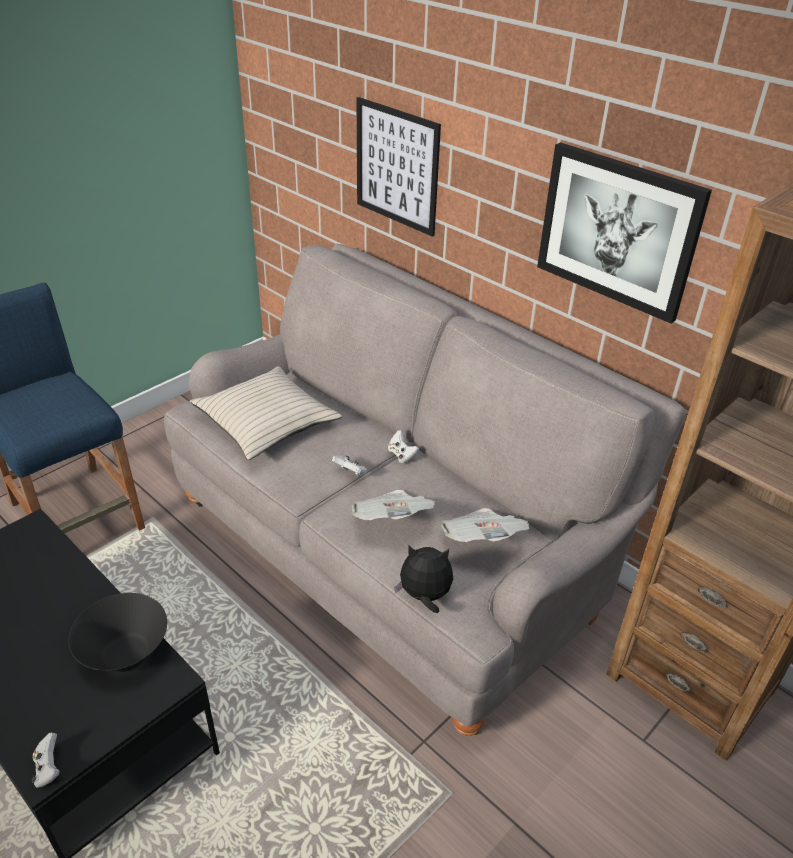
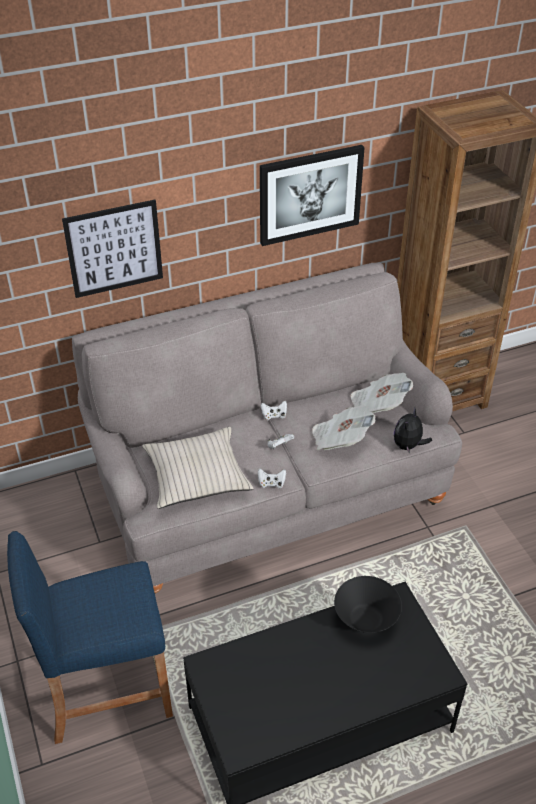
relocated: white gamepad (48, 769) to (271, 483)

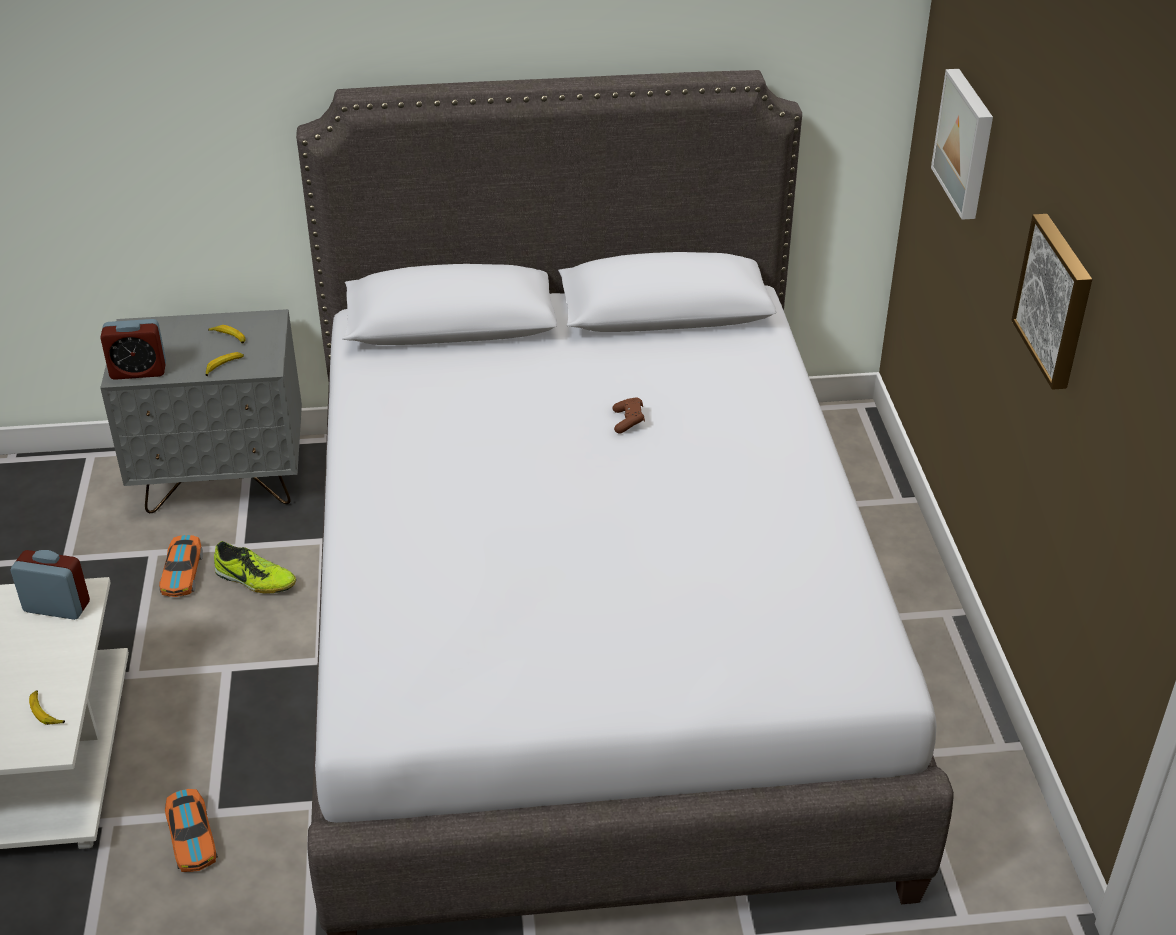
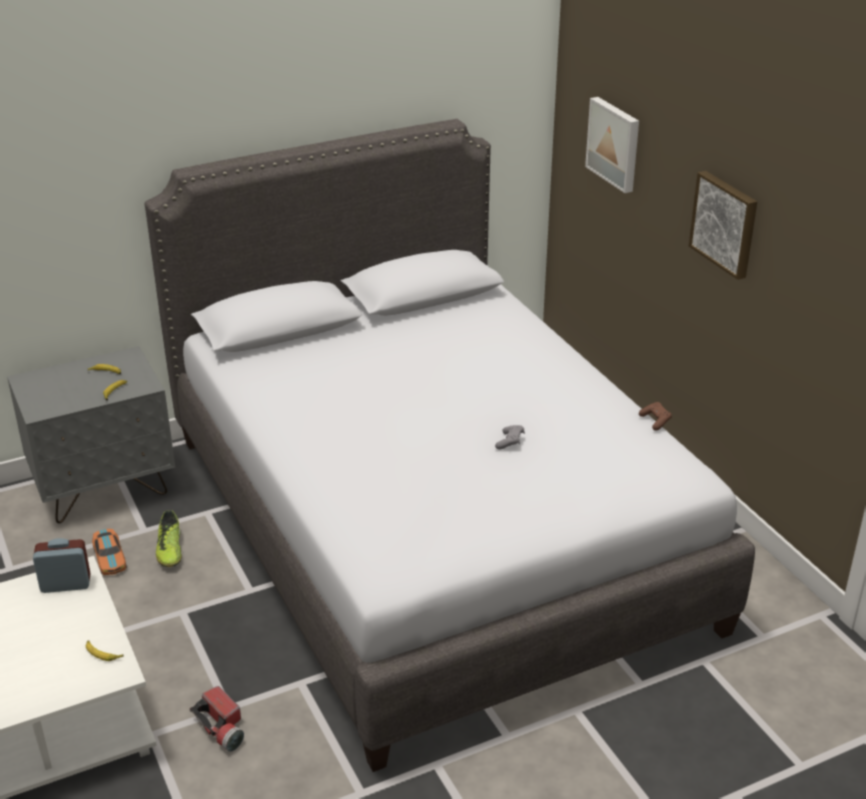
missing: table clock (138, 371)
appeared: greyish gamepad (510, 442)
relocated: brown gamepad (628, 421) to (655, 421)
exchanged: model car (192, 838) to hand torch (222, 727)
spun: shoe (255, 580) = (170, 550) 75 degrees clockwise

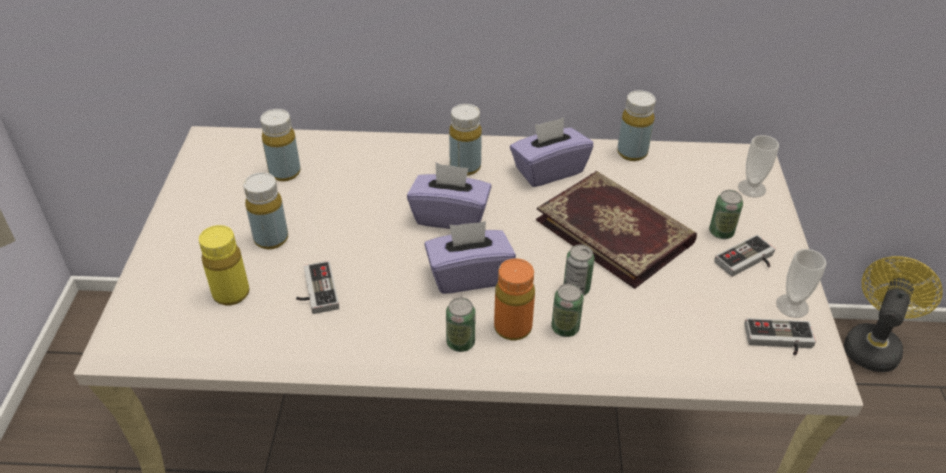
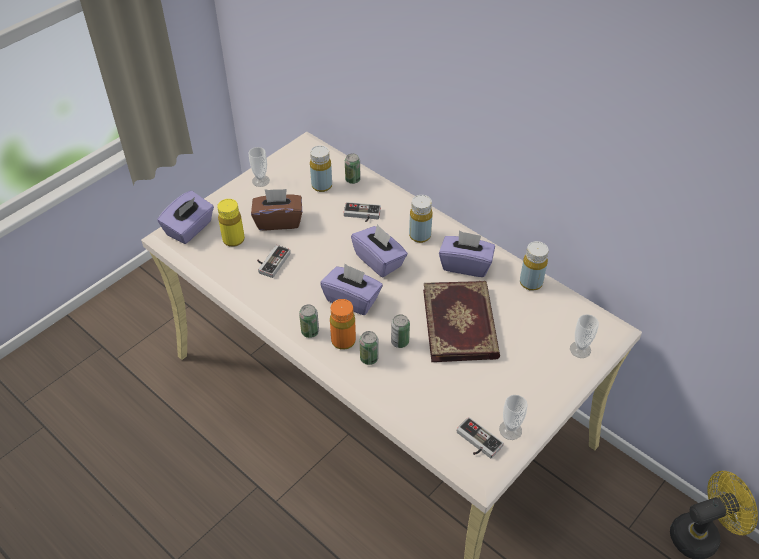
appeared: purplish box of tissues (190, 229); small cup (260, 181)
relocated: sealed can (721, 232) to (352, 179); gamepad (748, 262) to (361, 215)
exchanged: yellowish bottle (271, 239) to brown box of tissues (278, 221)

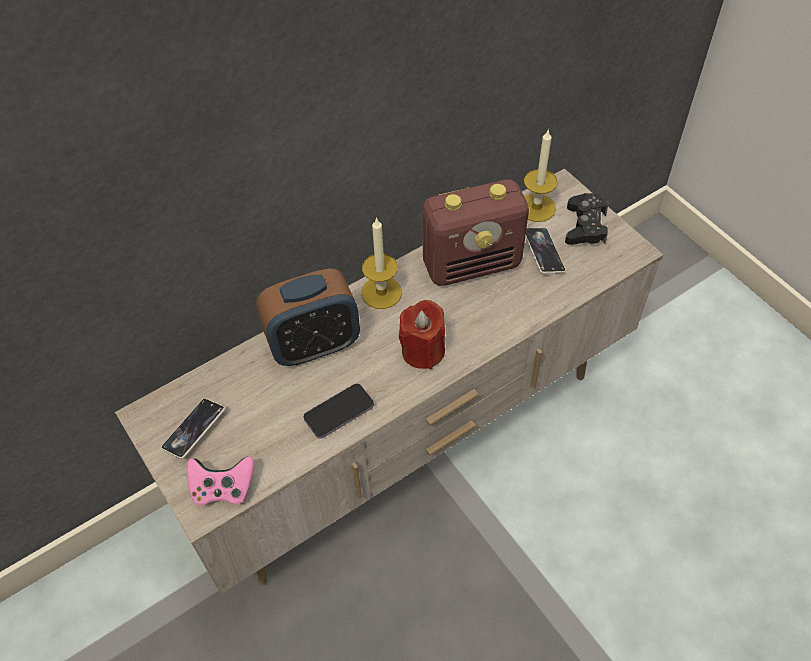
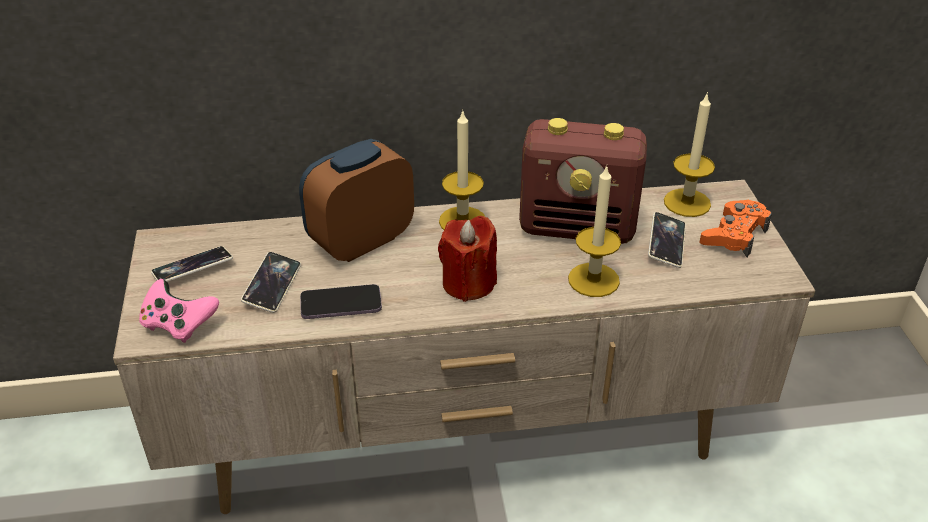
appeared: telephone (272, 286); candle (593, 280)
colour: black gamepad (585, 226) to orangey gamepad (734, 235)
spun: table clock (314, 345) = (361, 241) 135 degrees clockwise

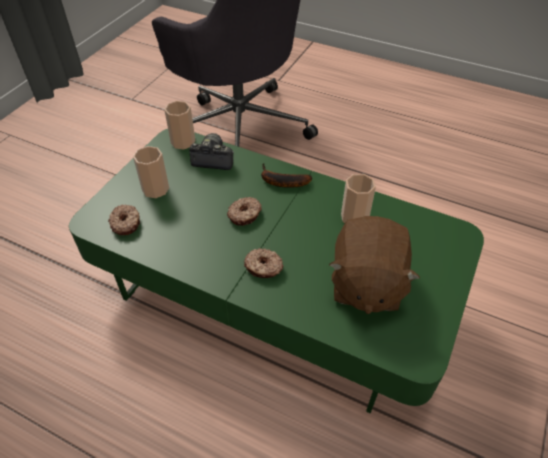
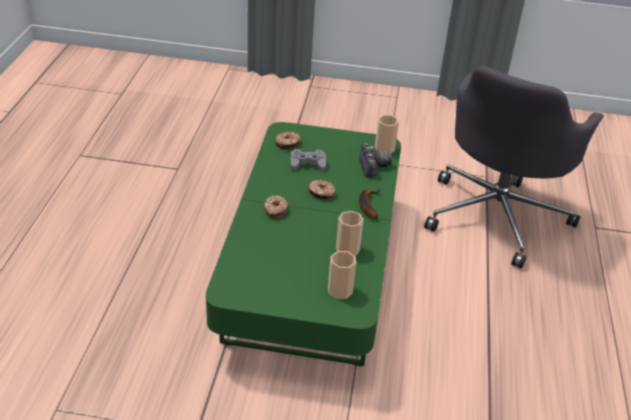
missing: brown cuddly toy (366, 283)
appeared: greyish gamepad (307, 164)
relocated: small cup (155, 189) to (340, 290)

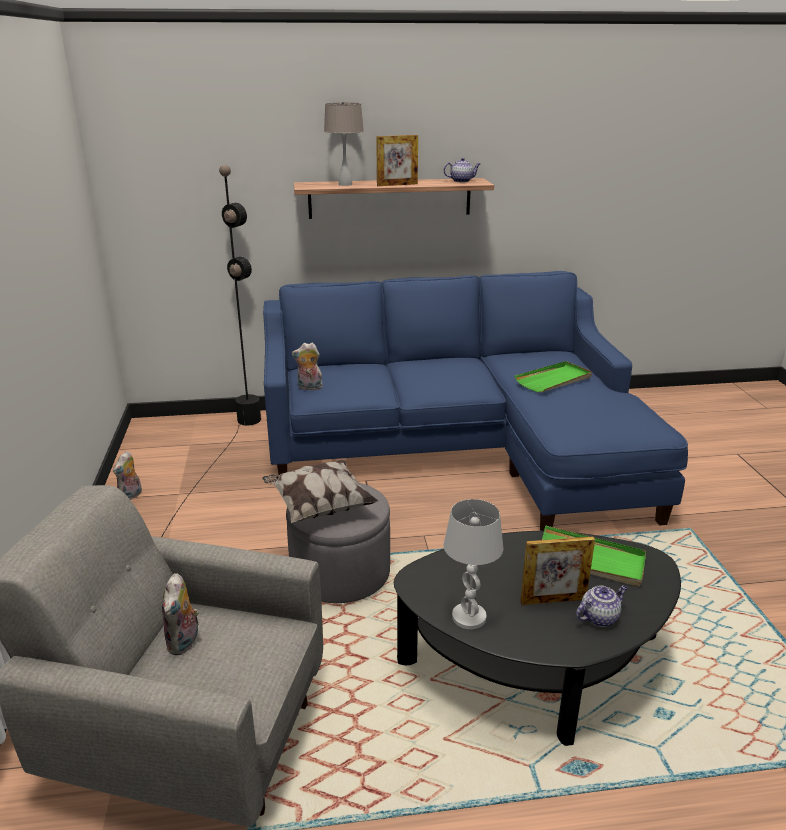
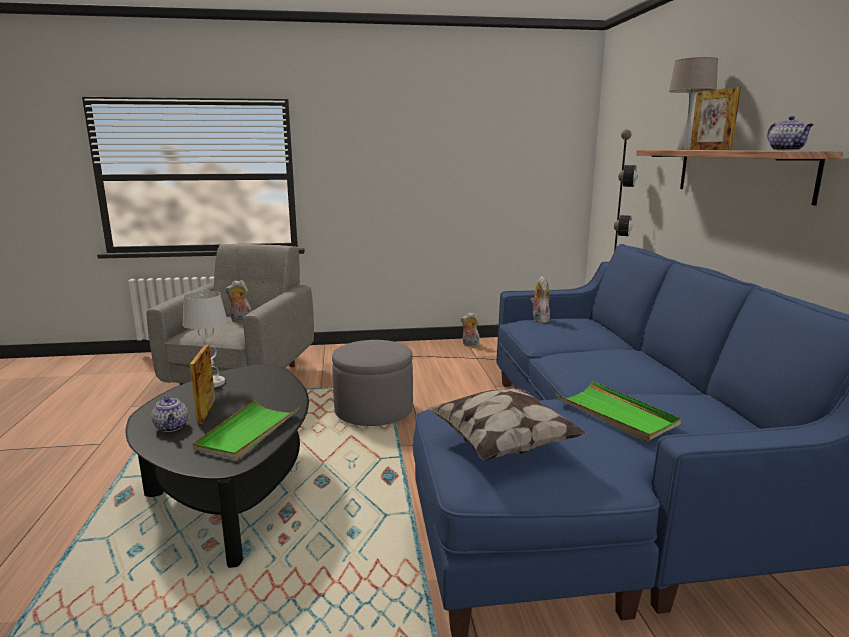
relocated: pillow (319, 507) to (503, 444)

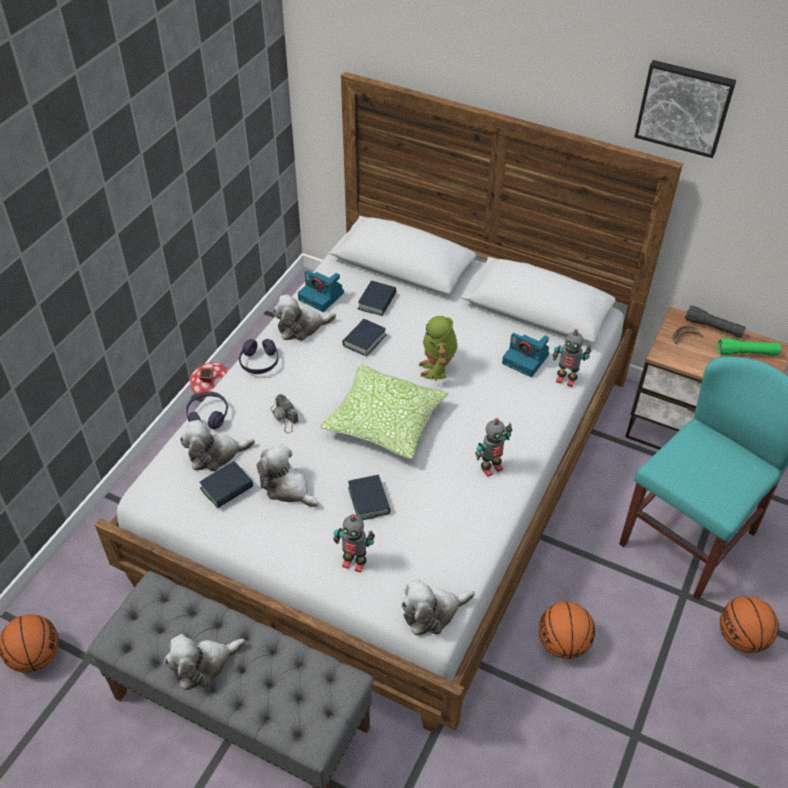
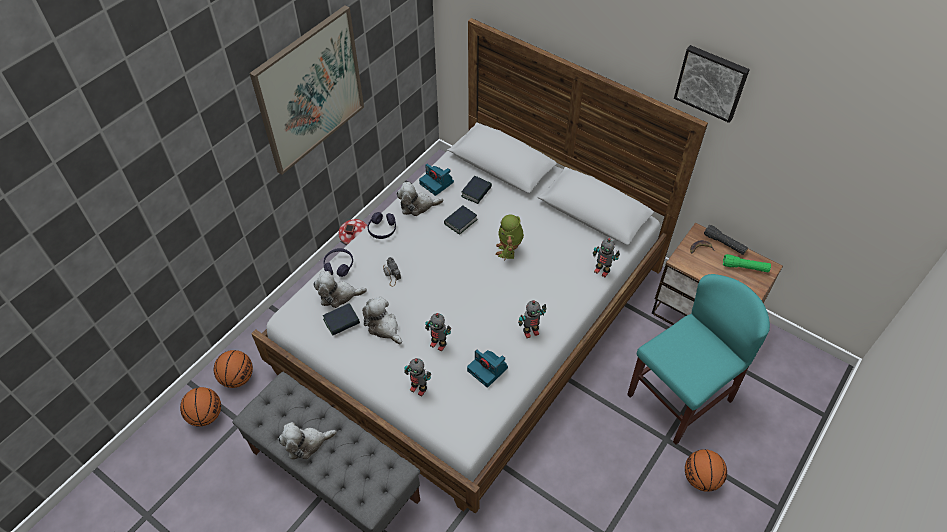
missing: pillow (384, 421); cuddly toy (433, 613)
appeared: picture (310, 90)
relocated: still camera (526, 359) to (488, 369); ball for basketball (563, 643) to (237, 378)
exchanged: book (369, 500) to robot figure (438, 344)

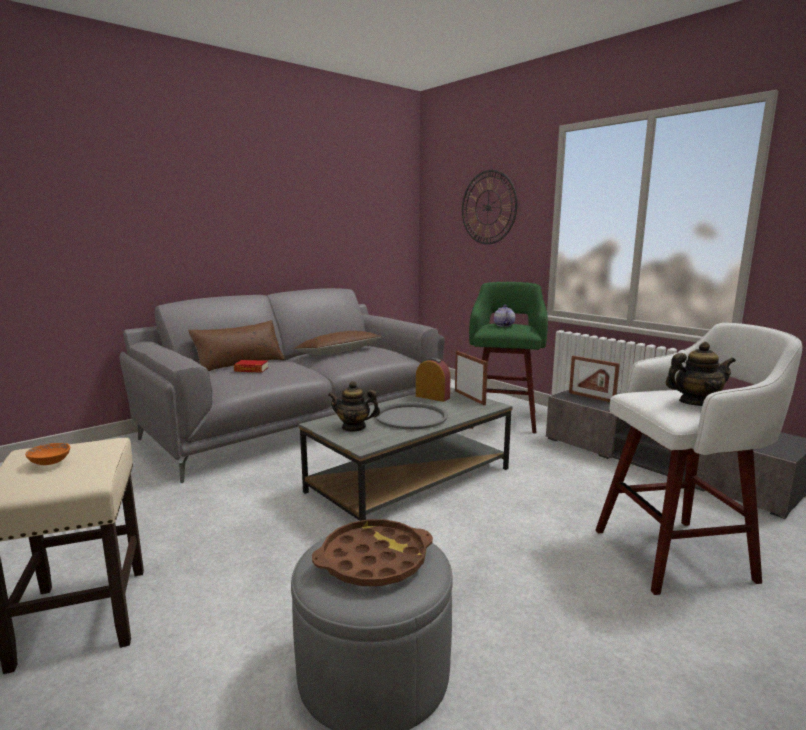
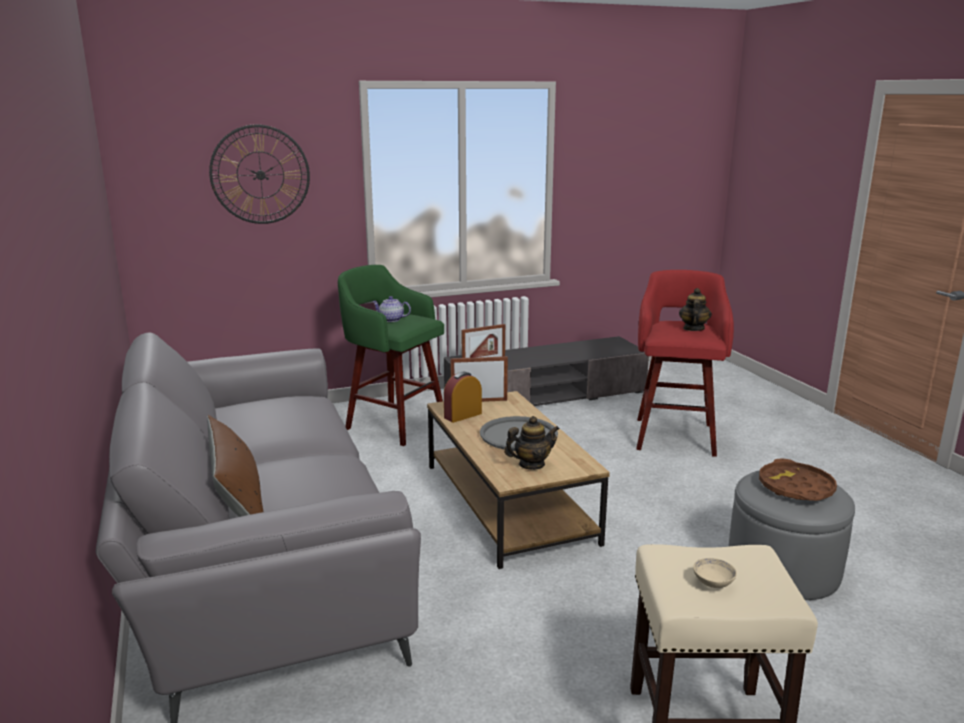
missing: book (251, 370); brown pillow (339, 352)
colour: orangey serving bowl (50, 462) to beige-coloured serving bowl (713, 582); greyish low table (409, 479) to brown low table (507, 503); white sitting stool (677, 554) to reddish sitting stool (675, 435)
spun: teapot (354, 427) = (531, 464) 135 degrees counterclockwise

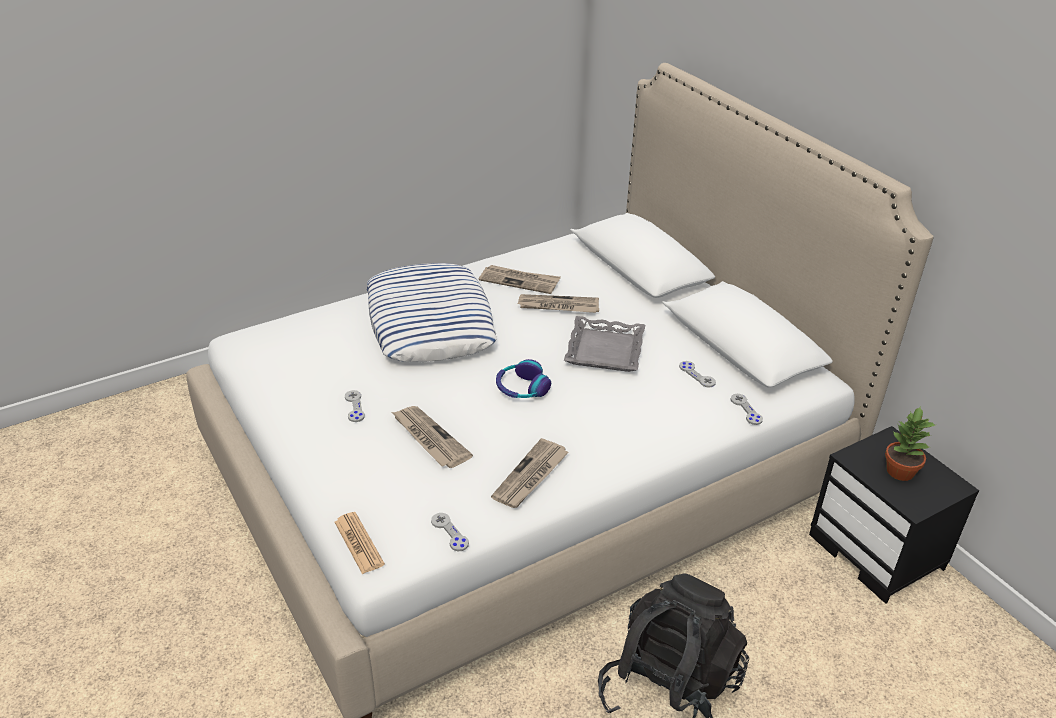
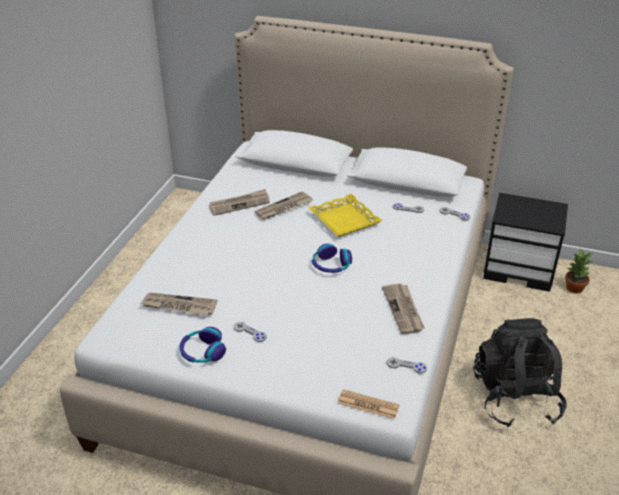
missing: pillow (430, 322)
appeared: headphones (202, 352)
relocated: printed paper (429, 438) to (178, 306); potted plant (899, 472) to (574, 288)
colour: greyish tray (604, 350) to yellowish tray (344, 220)

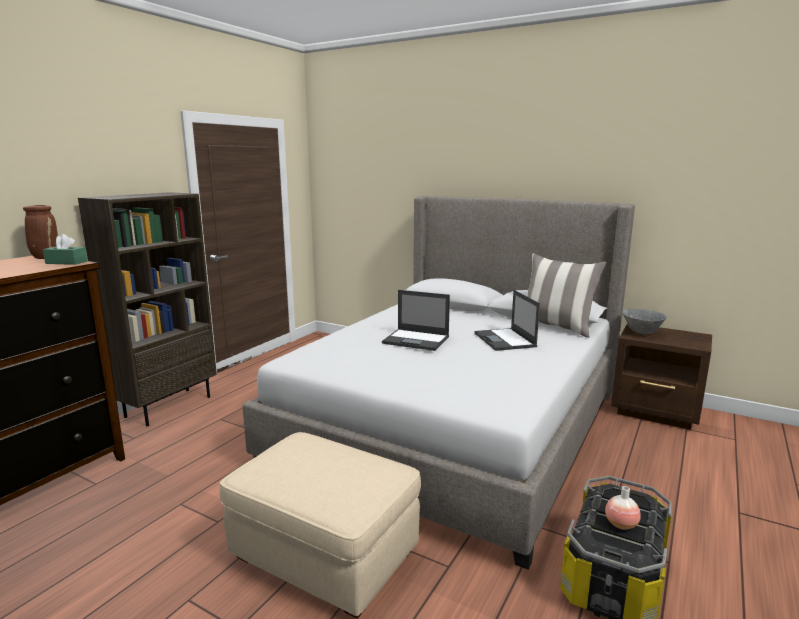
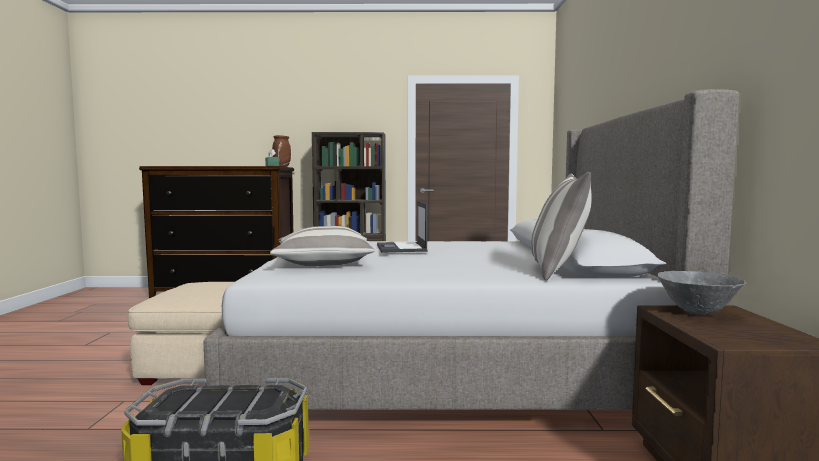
missing: notebook computer (505, 340); flower vase (621, 524)
appeared: pillow (323, 263)

